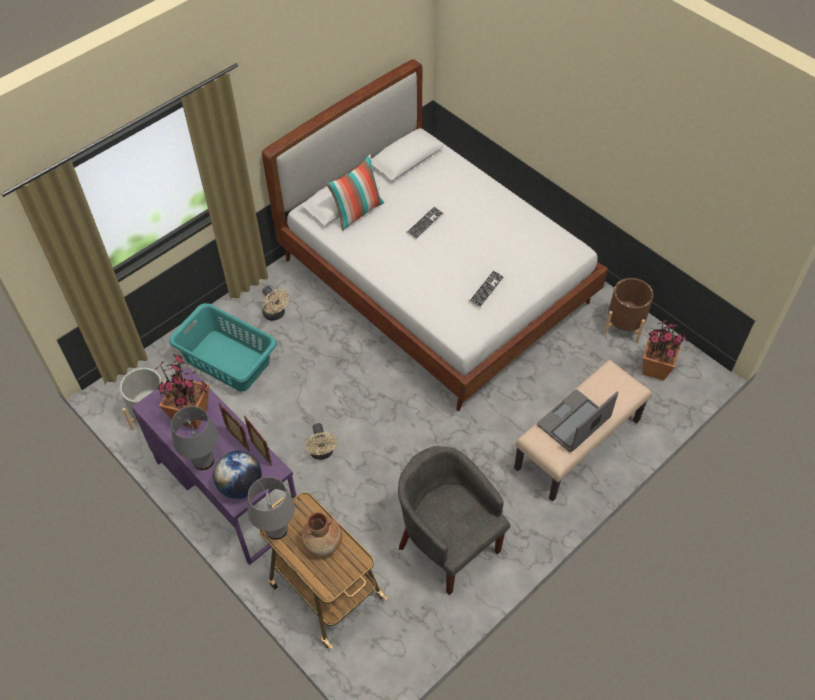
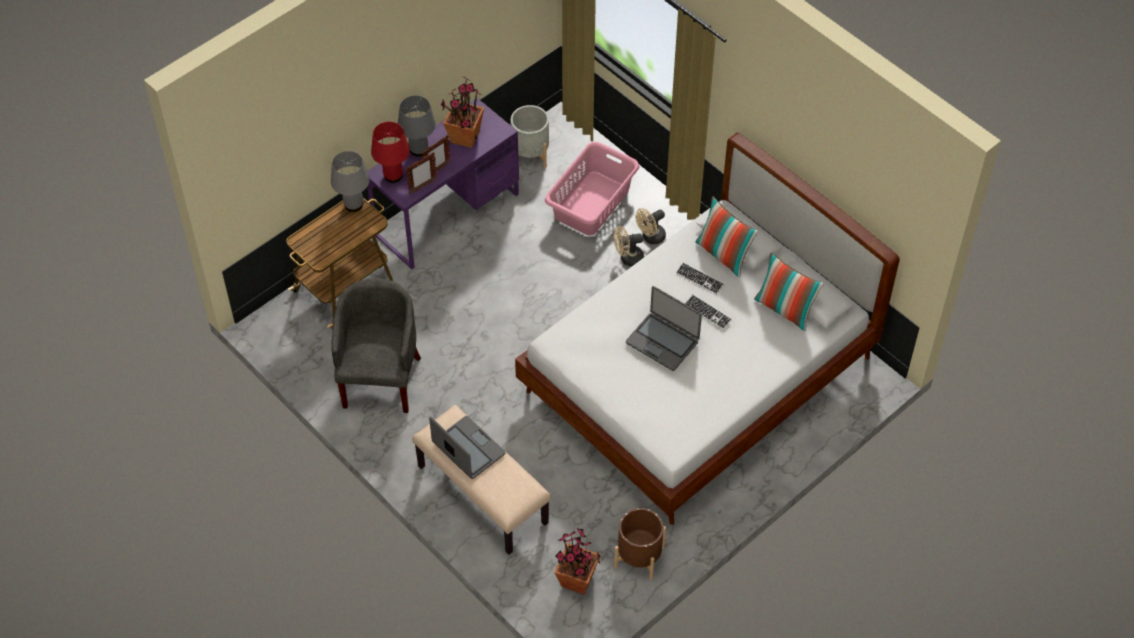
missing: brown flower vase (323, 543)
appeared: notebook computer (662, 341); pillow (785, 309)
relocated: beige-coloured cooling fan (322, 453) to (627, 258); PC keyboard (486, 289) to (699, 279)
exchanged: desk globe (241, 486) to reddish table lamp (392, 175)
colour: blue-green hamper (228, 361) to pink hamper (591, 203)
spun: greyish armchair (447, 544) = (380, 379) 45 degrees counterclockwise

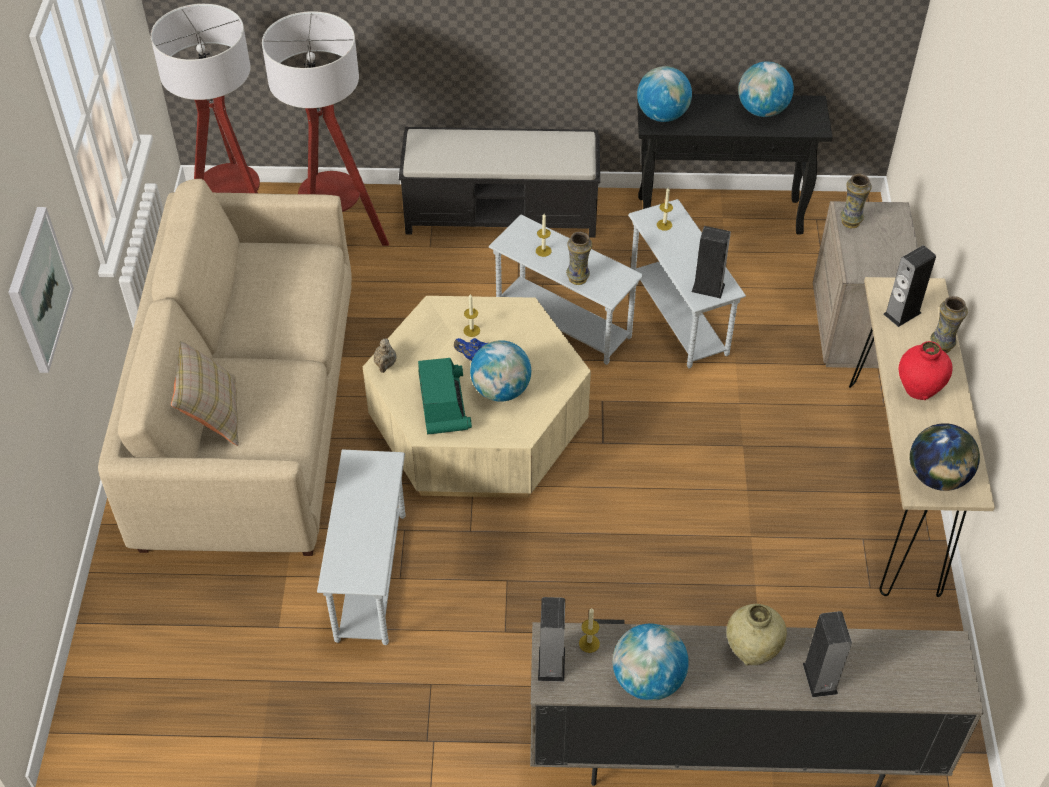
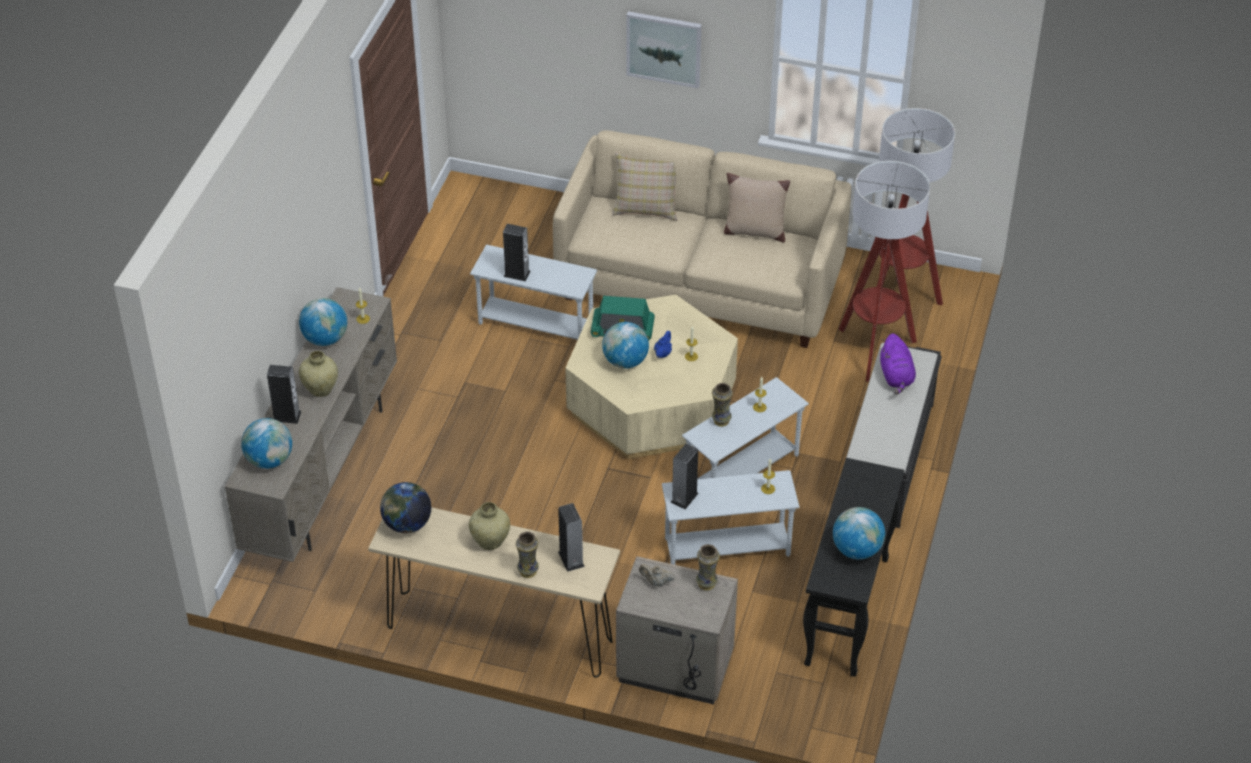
appeared: beige-coloured pillow (754, 231); purplish cuddly toy (896, 376)
relocated: beige-coloured teapot (385, 364) to (656, 582); loudspeaker (551, 663) to (517, 273); desk globe (662, 115) to (269, 460)
colour: reddish flower vase (918, 389) to beige-coloured flower vase (490, 542)

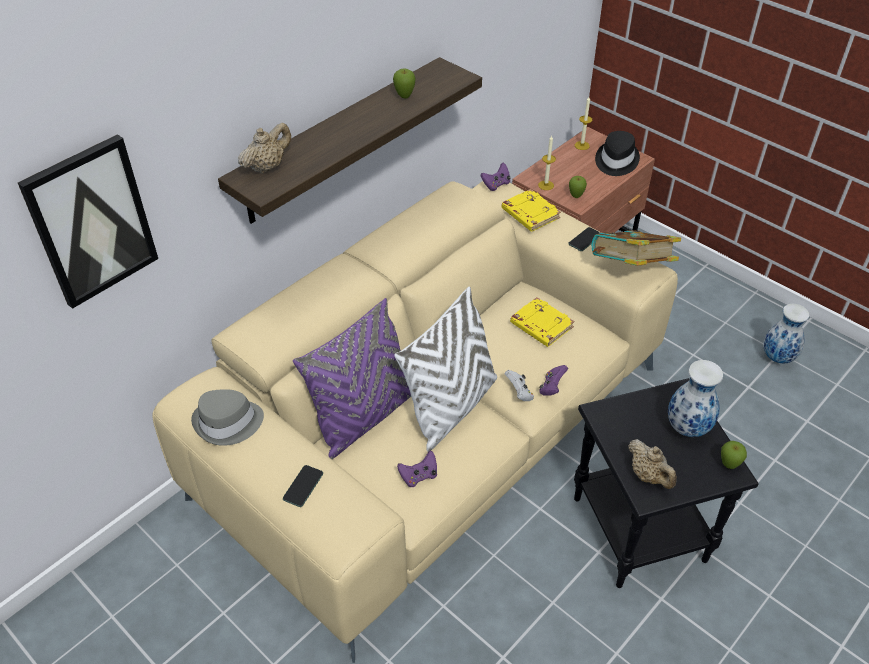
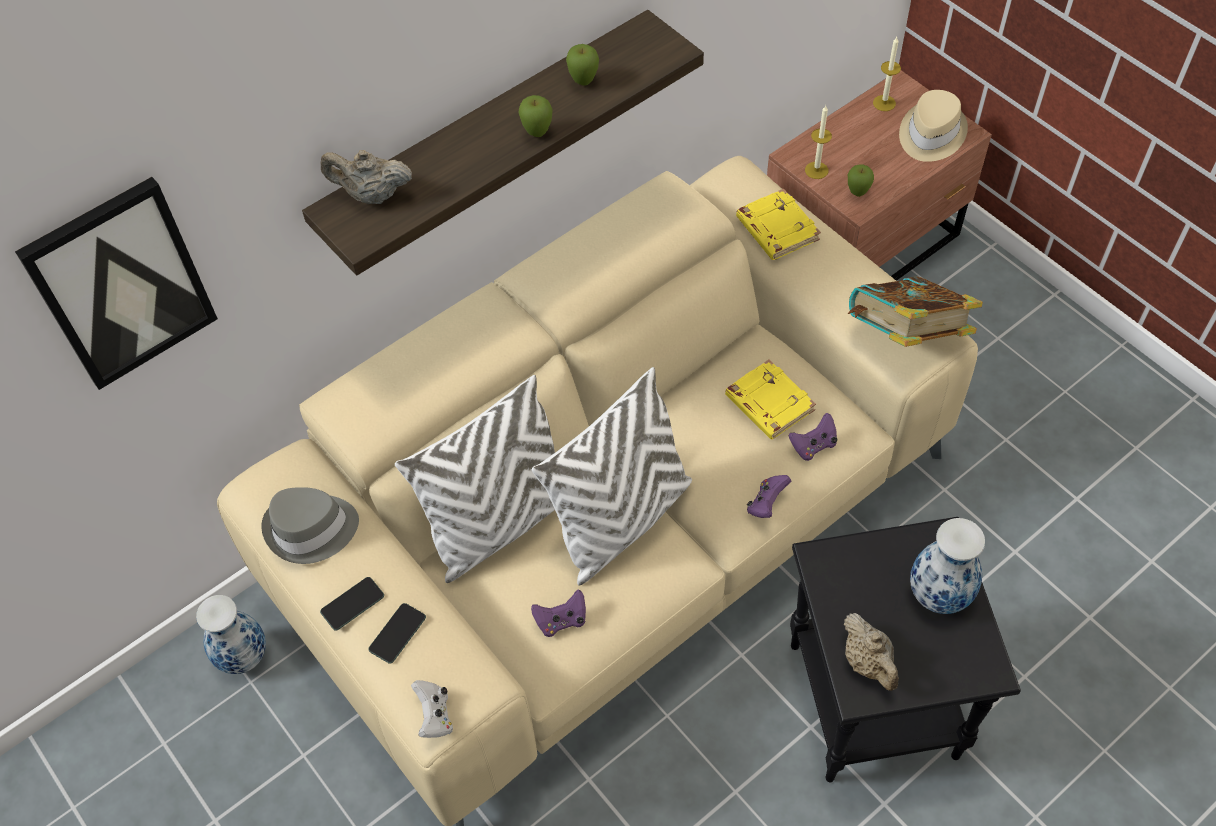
relocated: purplish gamepad (496, 184) to (813, 445); white gamepad (519, 393) to (435, 716); telephone (585, 239) to (352, 604); apple fruit (728, 465) to (537, 133); flower vase (777, 358) to (242, 657)
colour: purplish pillow (363, 417) to white pillow (500, 523); black clothing hat (615, 161) to beige-coloured clothing hat (930, 134)
spun: beige-coloured teapot (267, 167) = (372, 195) 135 degrees counterclockwise

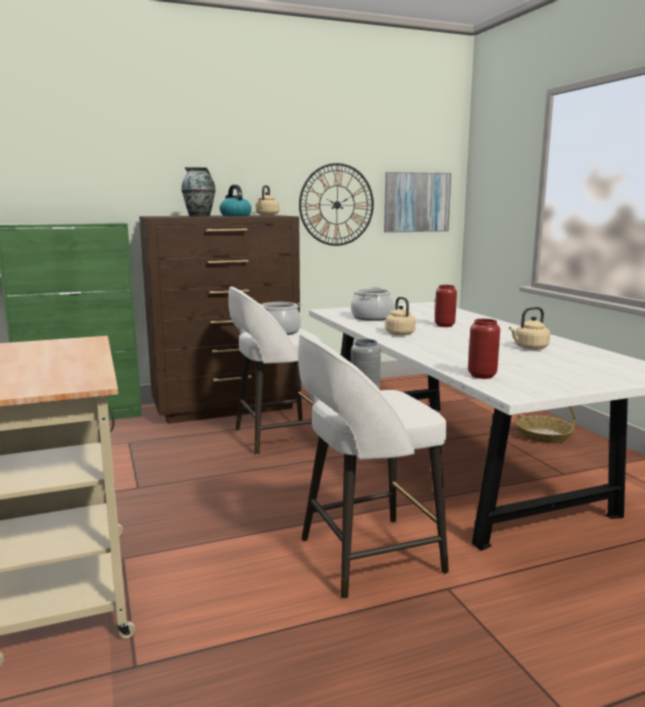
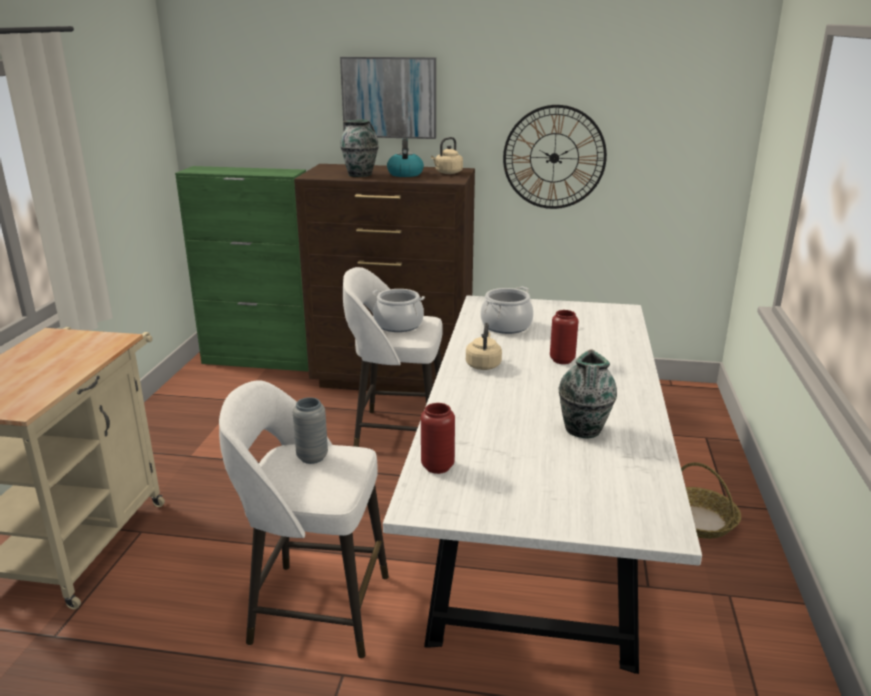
relocated: picture (416, 202) to (389, 97)
exchanged: beige-coloured tea kettle (529, 348) to flower vase (583, 430)

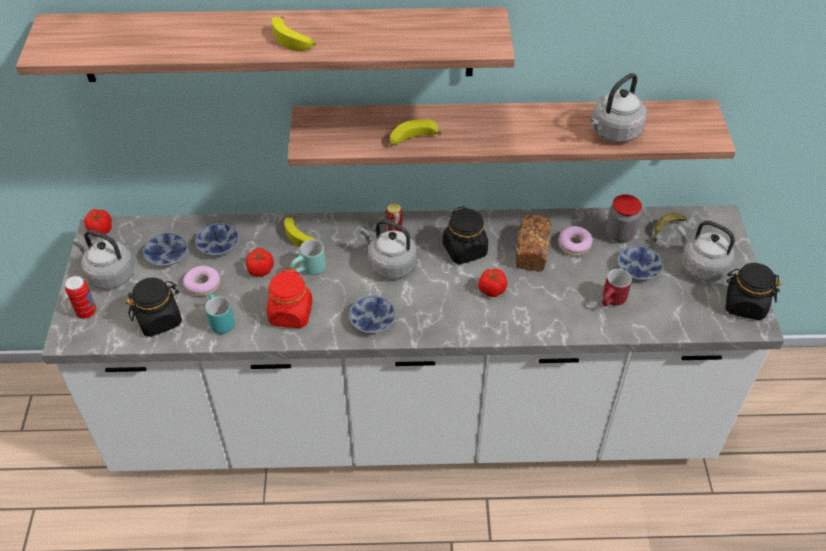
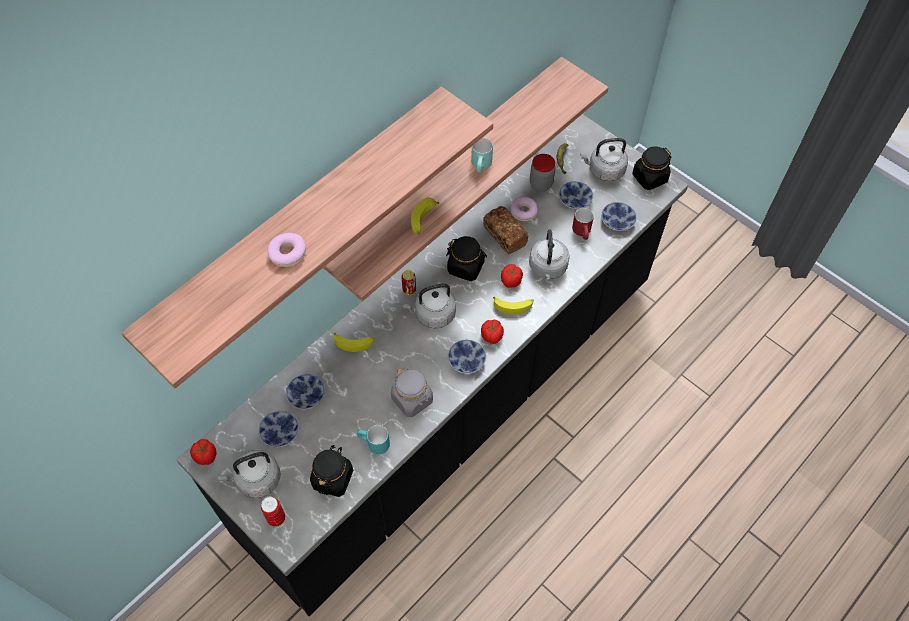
appeared: serving bowl (616, 221)
relocated: ring doughnut (203, 285) to (287, 253); fresh tomato (260, 270) to (492, 336); banana (294, 40) to (513, 306); blue-green coffee mug (310, 271) to (482, 166); greyish tea kettle (613, 132) to (547, 268)
colour: white counter (413, 421) to black counter (454, 406); reddish preserve jar (291, 314) to greyish preserve jar (412, 399)

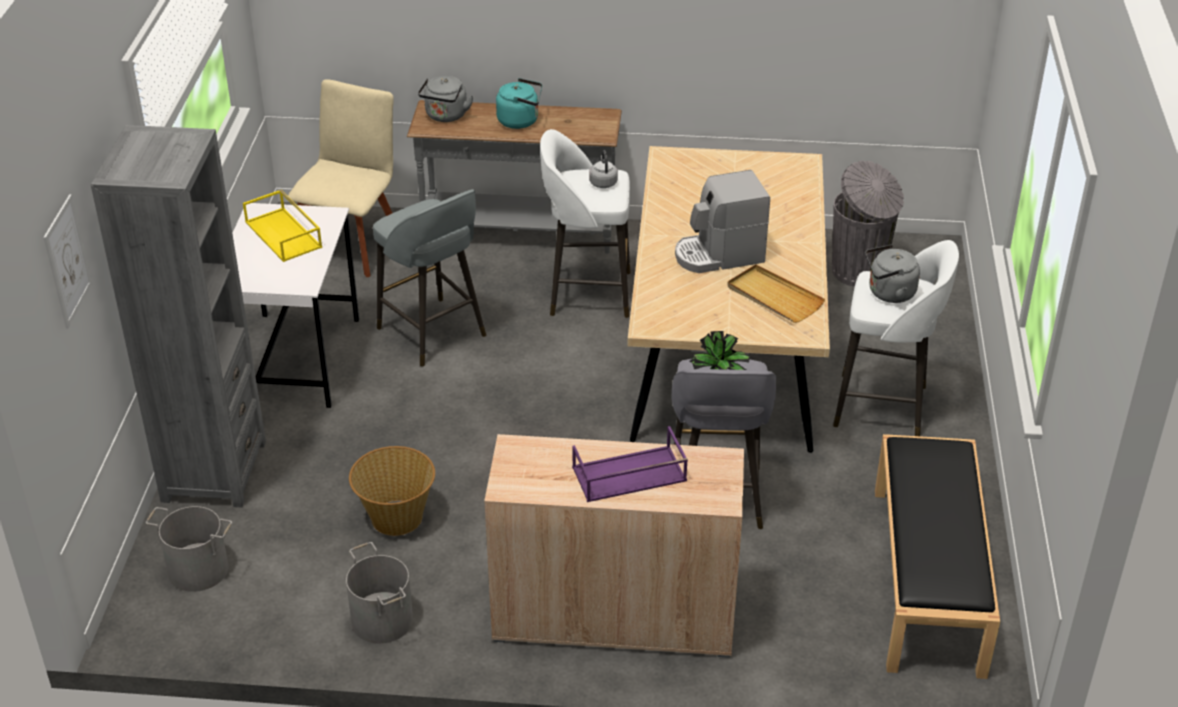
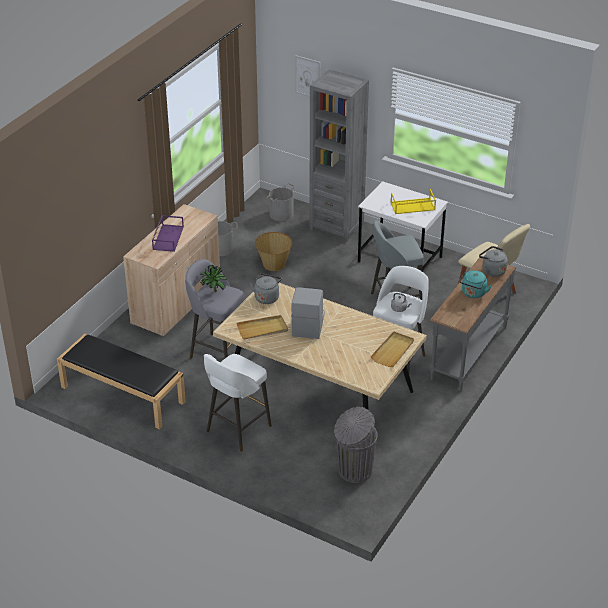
appeared: beige-coloured tray (393, 351)
relocated: greyish tea kettle (888, 293) to (267, 297)

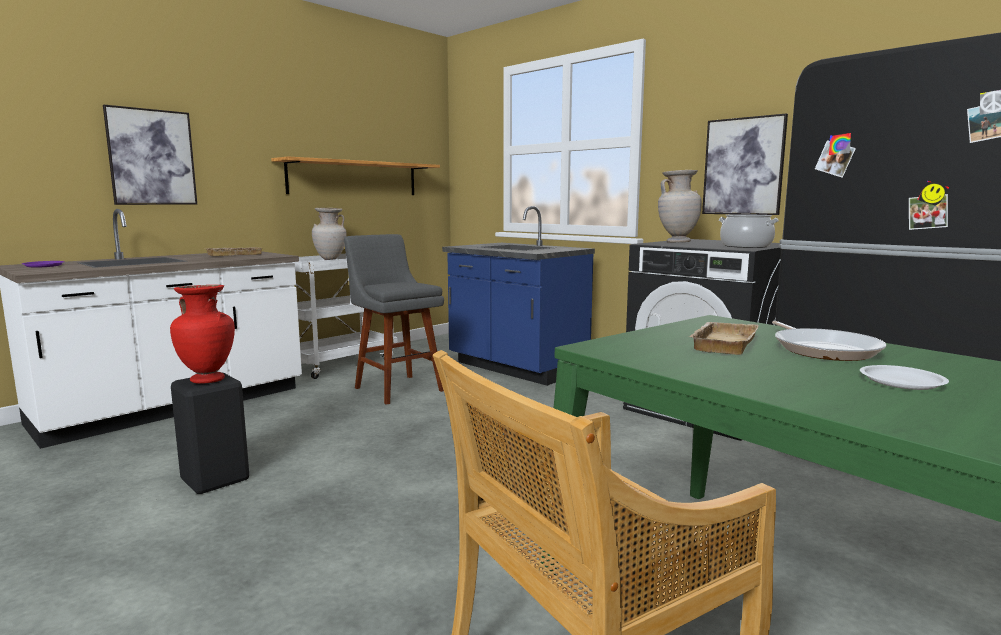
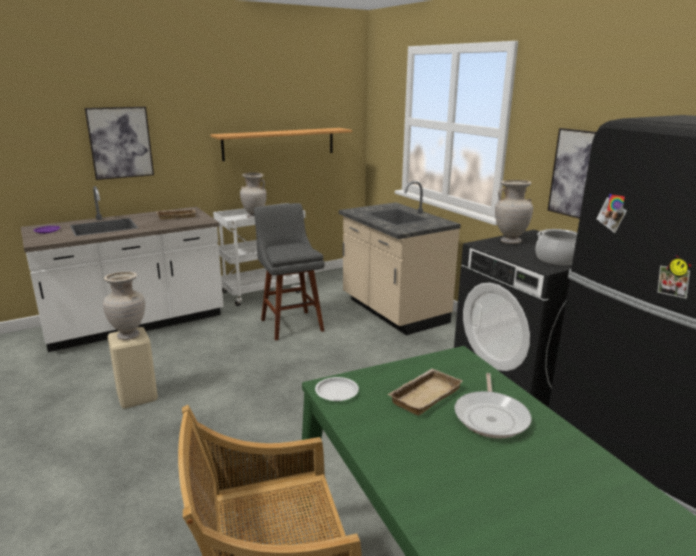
relocated: white flat dish (902, 382) to (336, 392)
colour: reddish flower vase (208, 380) to beige-coloured flower vase (129, 335); black sitting stool (214, 481) to beige-coloured sitting stool (136, 398); blue counter (516, 368) to beige-coloured counter (393, 311)

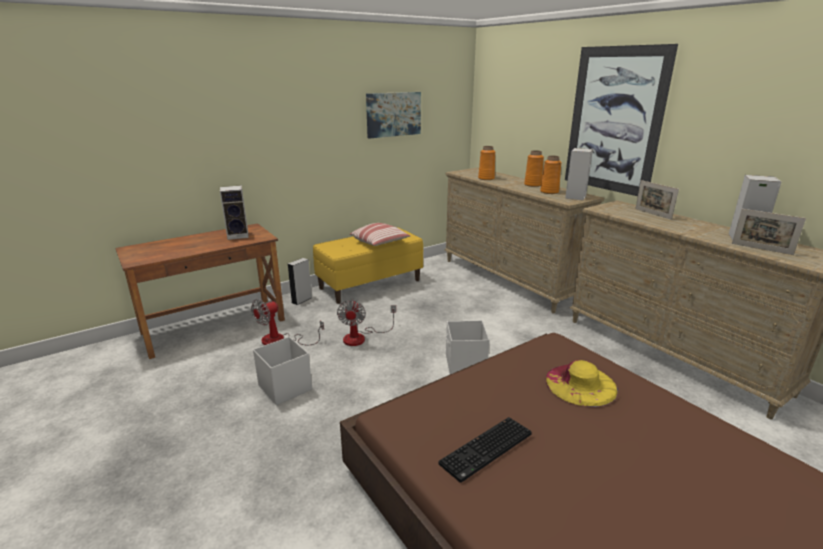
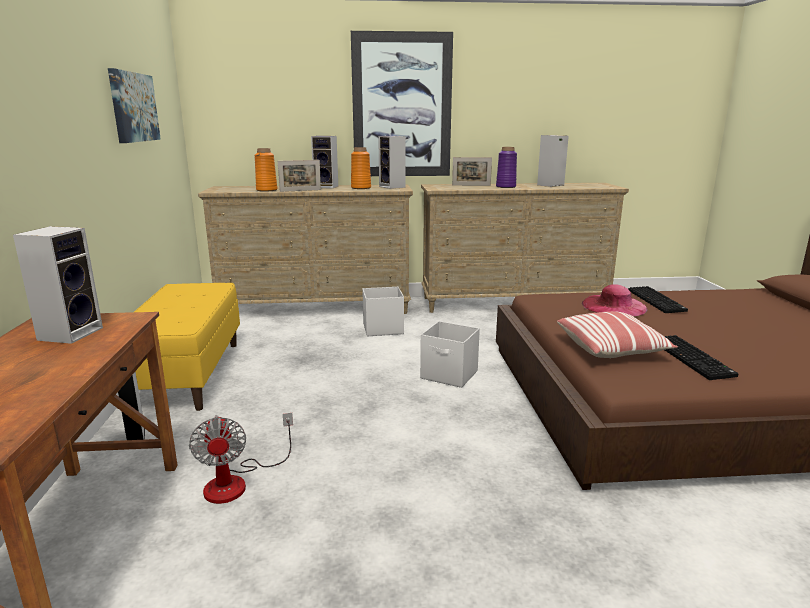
missing: cooling fan (361, 337)
appeared: purplish flower vase (505, 187); PC keyboard (657, 301)
relocated: white storage bin (285, 387) to (382, 329); pillow (380, 243) to (612, 349); standing frame (761, 249) to (300, 190)
exchanged: orangey flower vase (533, 185) to loudspeaker (327, 187)
colour: yellowish clothing hat (580, 384) to pink clothing hat (614, 306)

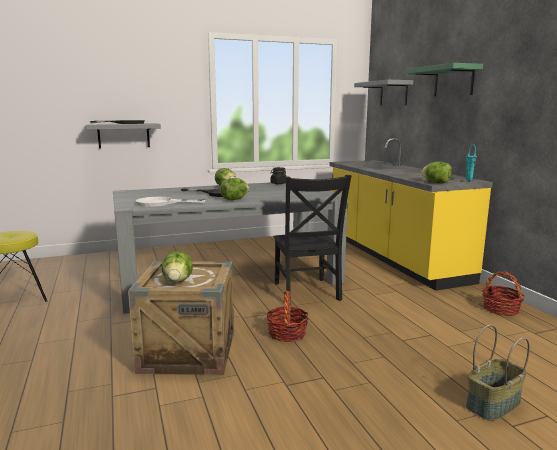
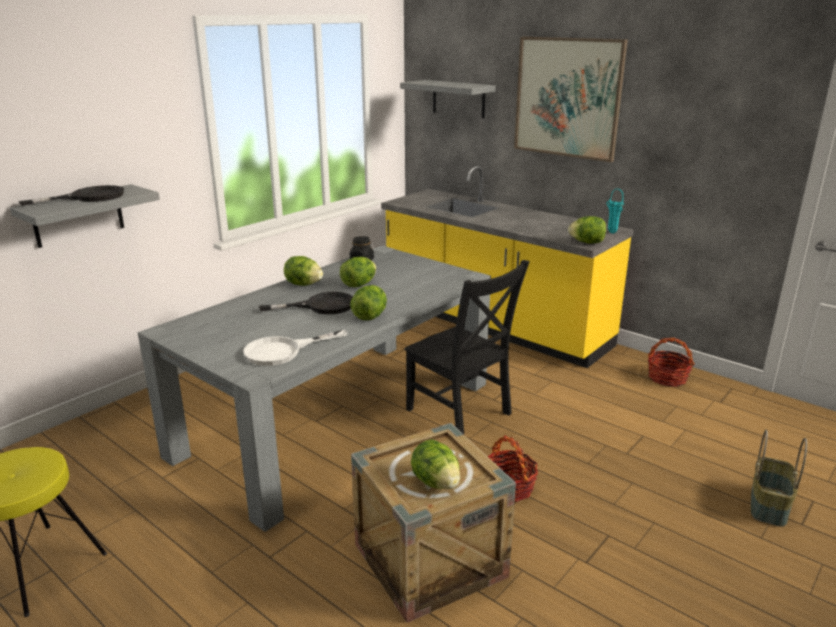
appeared: head of lettuce (359, 285)
exchanged: green-coloured shelf (453, 81) to picture (567, 98)

